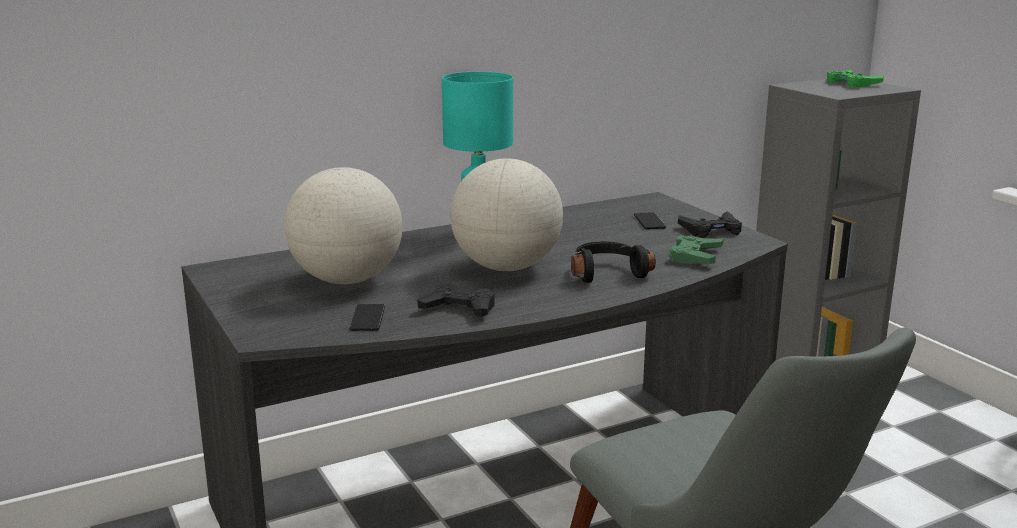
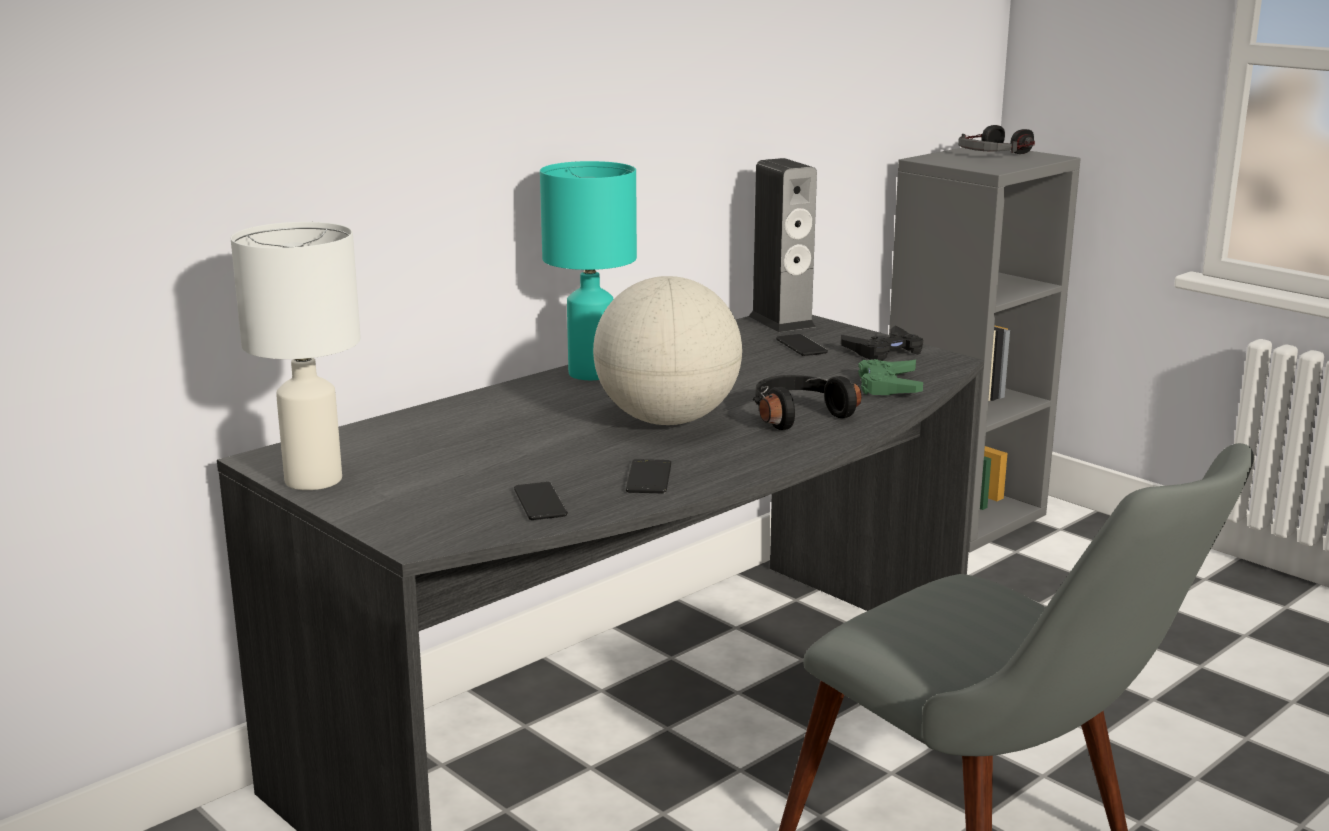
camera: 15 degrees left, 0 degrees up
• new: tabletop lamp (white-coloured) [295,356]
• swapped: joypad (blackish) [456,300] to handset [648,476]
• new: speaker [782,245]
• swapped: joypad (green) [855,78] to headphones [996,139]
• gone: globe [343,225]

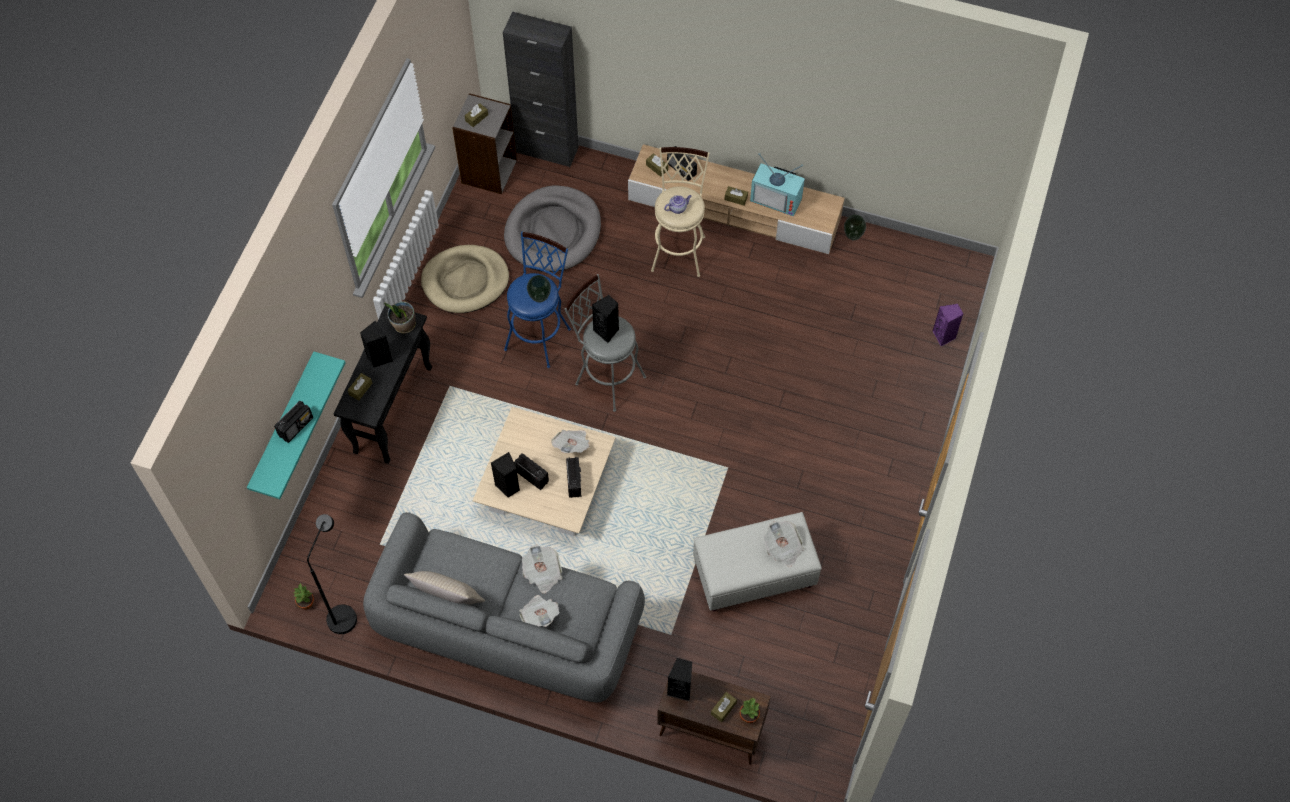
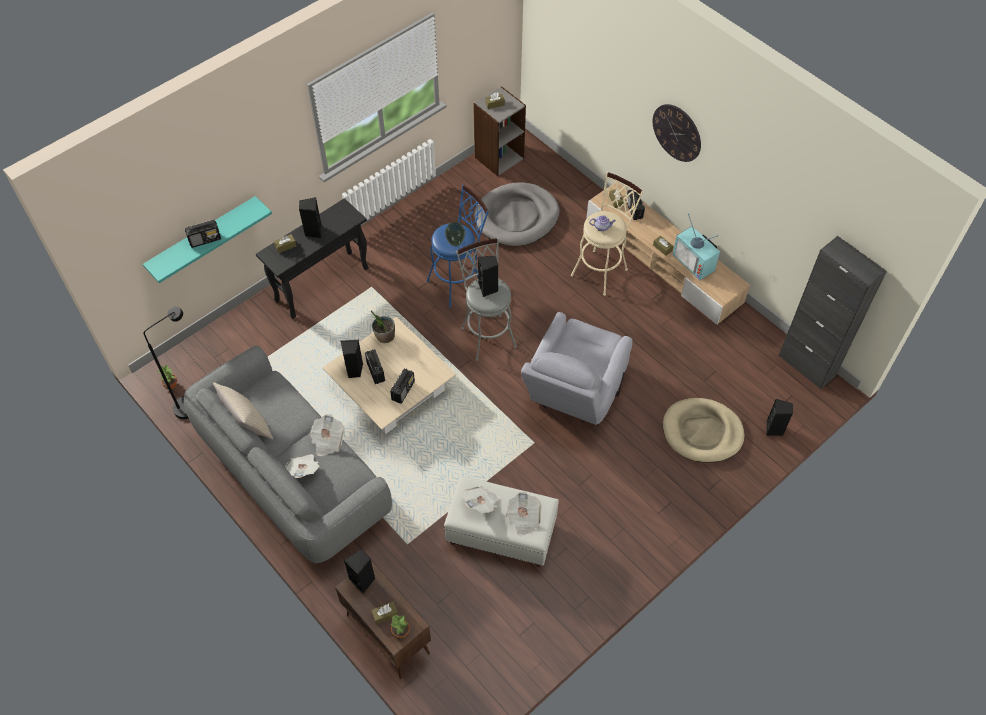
camera: 30 degrees right, 5 degrees down
• shifted: houseplant [400,317] to [383,327]
• shifted: daily paper [570,441] to [481,499]
• new: lounge chair (grey) [576,368]
• new: hanging clock [677,133]
• shifted: pet bed (beige-coloured) [465,279] to [703,430]
• repainted: speaker (purple-coloured) [948,325] to speaker (blackish) [779,417]
• shifted: cabinet (blackish) [541,89] to [833,313]
• gone: vase [855,227]

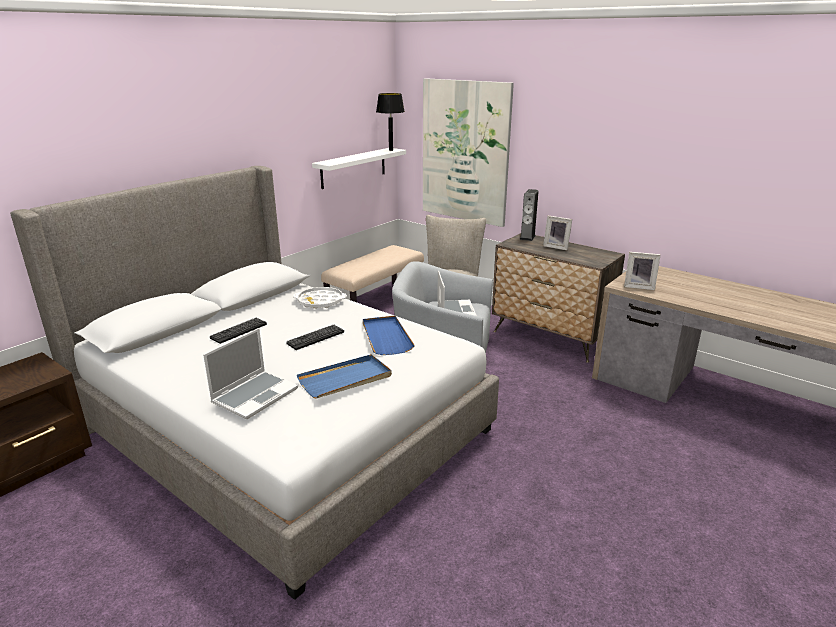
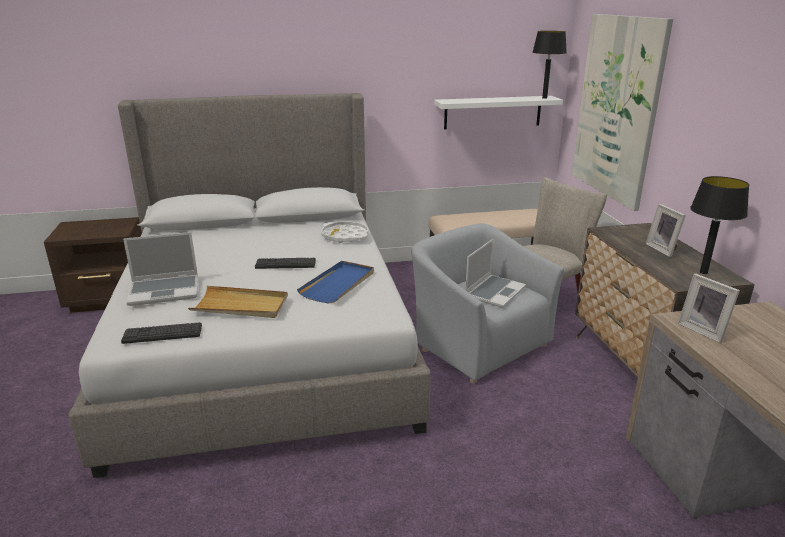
camera: 40 degrees right, 0 degrees up
• shifted: keyboard [238,331] to [161,333]
• repainted: serving tray (bluish) [344,376] to serving tray (beige-coloured) [238,302]
• new: tabletop lamp (blackish) [719,225]
• gone: speaker [529,215]

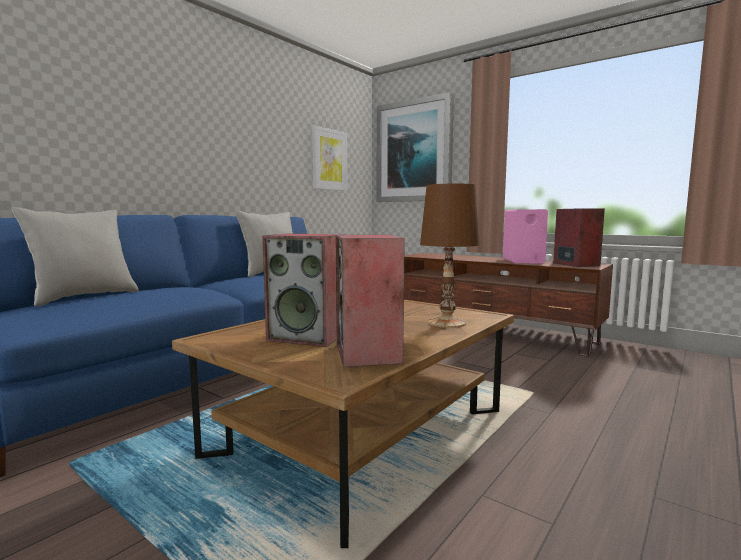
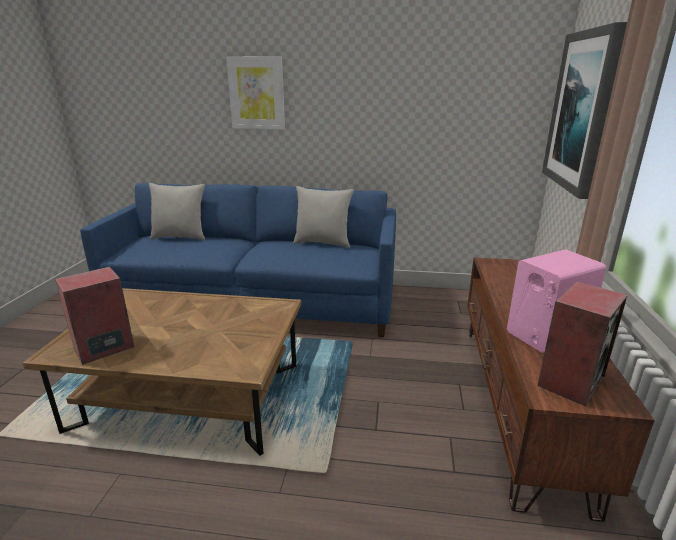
camera: 60 degrees right, 15 degrees up
• shifted: wall art [329,158] to [255,92]
• gone: speaker [303,290]
• gone: tabletop lamp (brownish) [449,256]

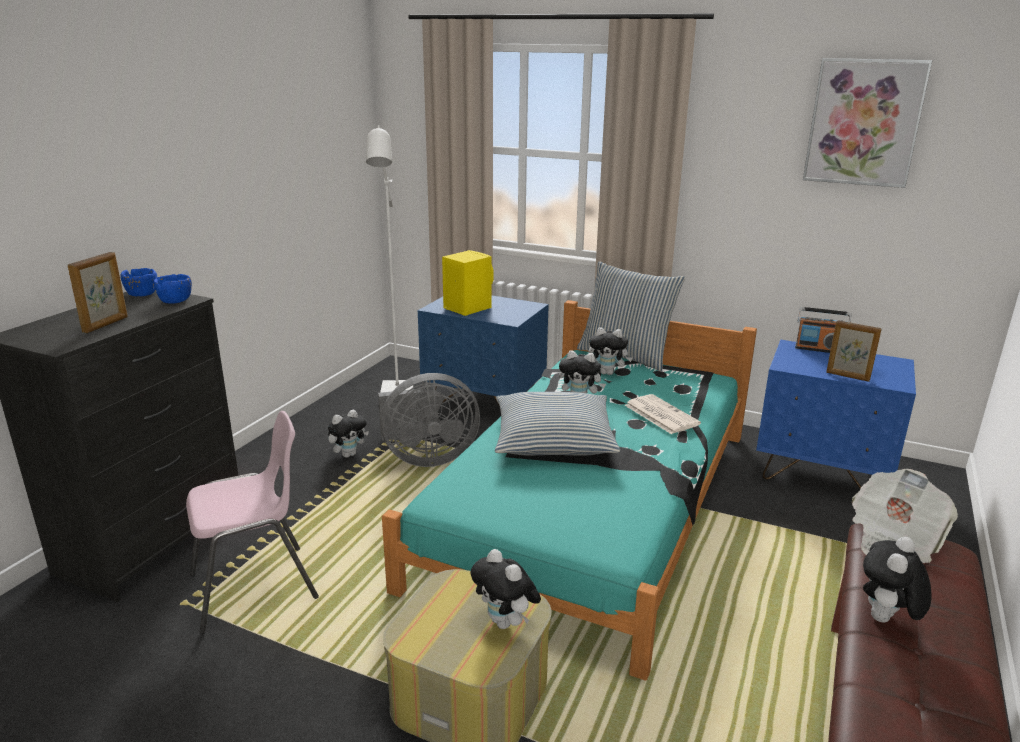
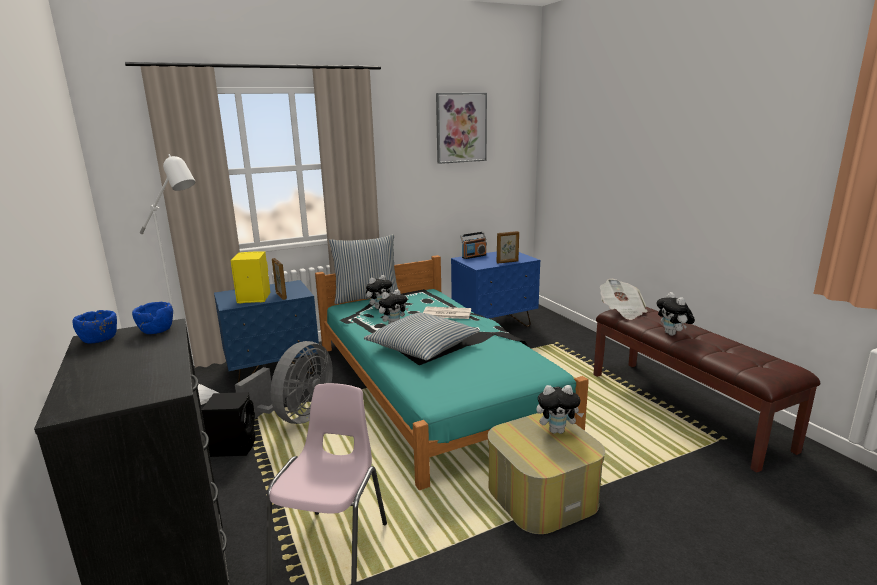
camera: 50 degrees left, 5 degrees down
• swapped: cuddly toy [348,434] to speaker (blackish) [228,424]
• shifted: standing frame [98,292] to [279,279]

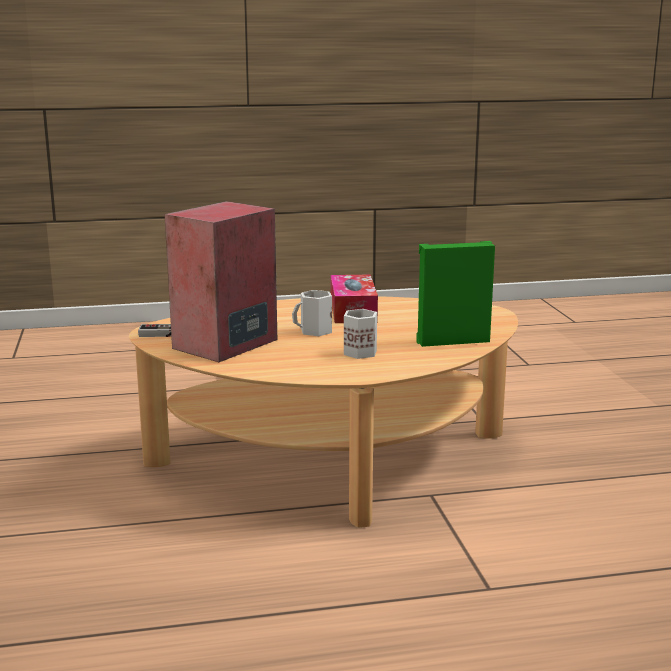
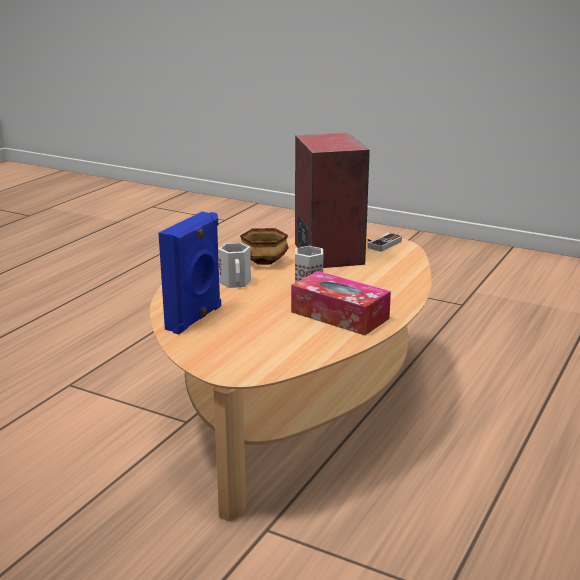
camera: 130 degrees right, 5 degrees up
• repainted: speaker (green) [455,294] to speaker (bluish) [190,273]
• new: deep dish [264,246]

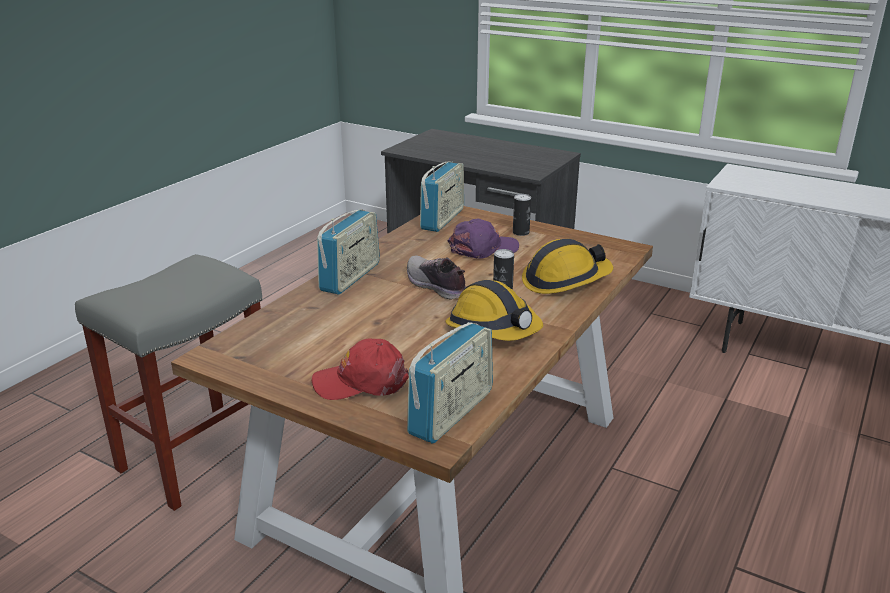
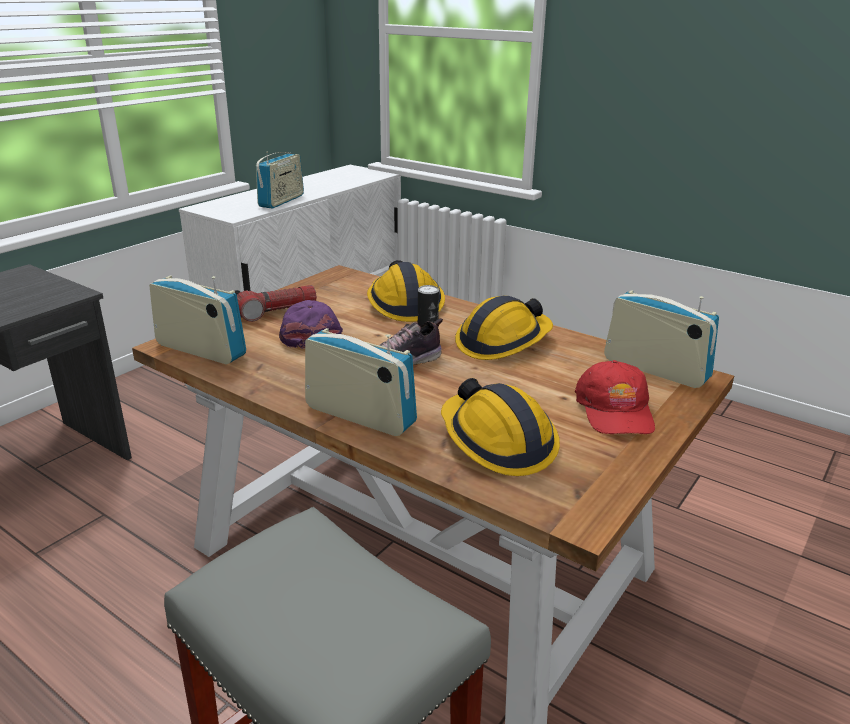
camera: 85 degrees left, 0 degrees up
• swapped: metal can [522,215] to flashlight [276,303]
• new: radio receiver [280,180]
• new: work helmet [500,427]

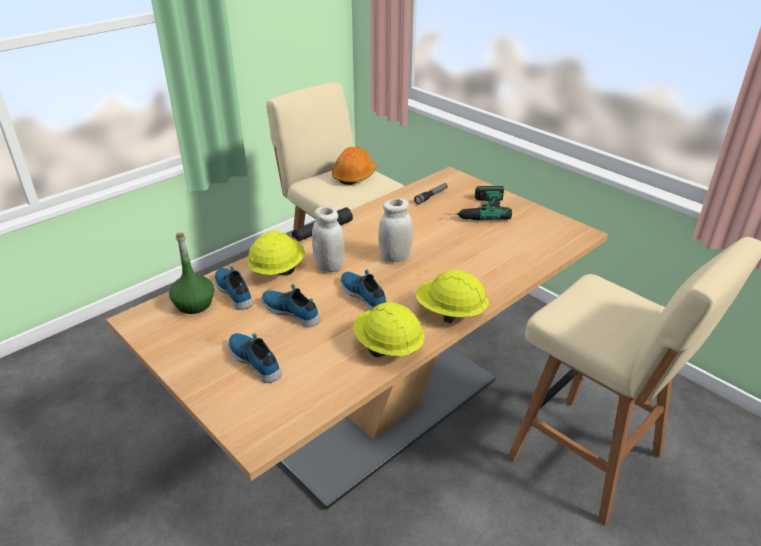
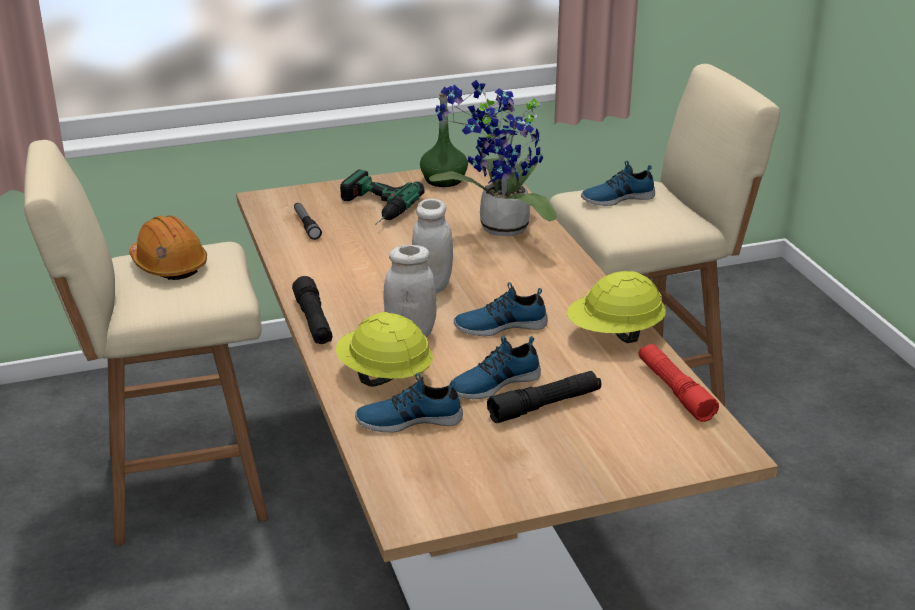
camera: 65 degrees left, 5 degrees down
• shifted: beverage bottle (green) [191,273] to [444,140]
• new: houseplant [493,158]
• new: flashlight (blackish) [544,397]
• shifted: item of footwear [255,358] to [618,183]
• new: flashlight (red-coloured) [678,383]
• gone: work helmet (yellow) [452,296]

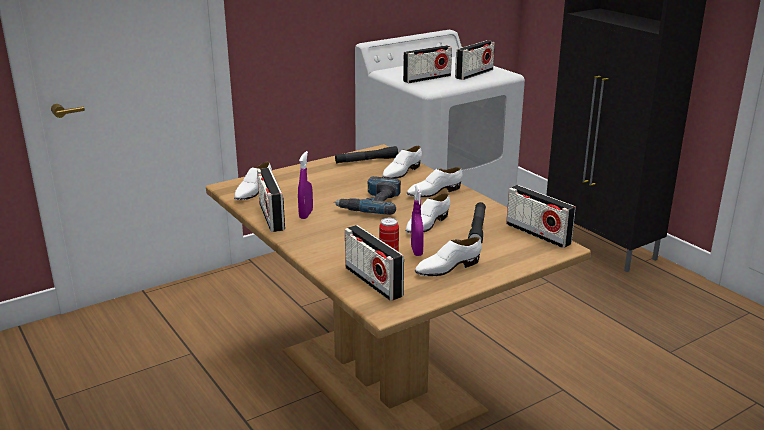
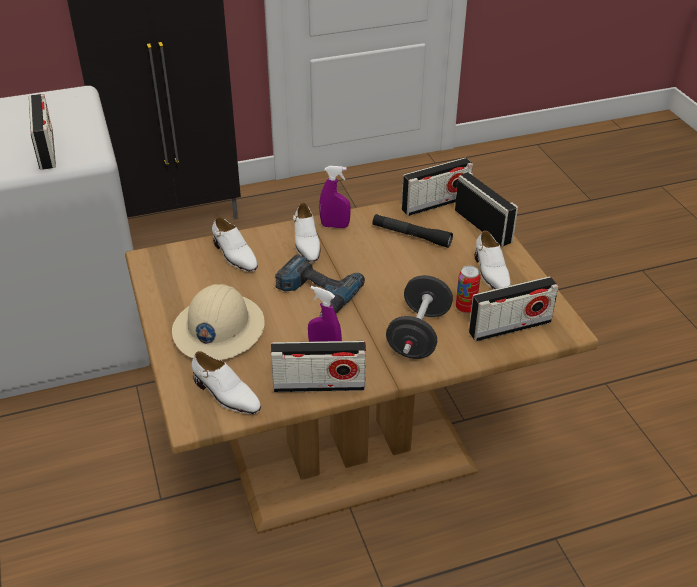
camera: 75 degrees left, 15 degrees up
• new: work helmet (beige-coloured) [218,322]
• shifted: sprayer (purple-coloured) [417,220] to [335,197]
• new: free weight (blackish) [419,317]
• shifted: radio receiver [475,60] to [486,209]
• gone: flashlight (blackish) [366,154]
• gone: item of footwear (white-coloured) [427,213]

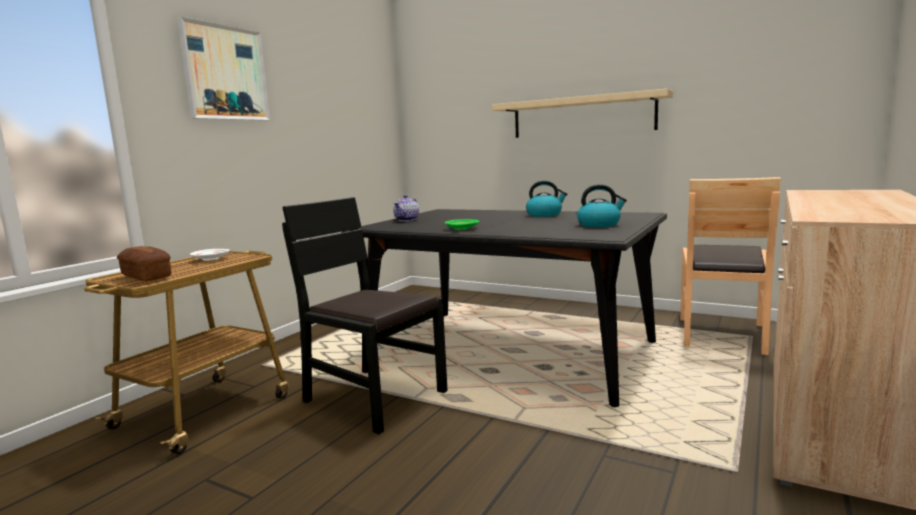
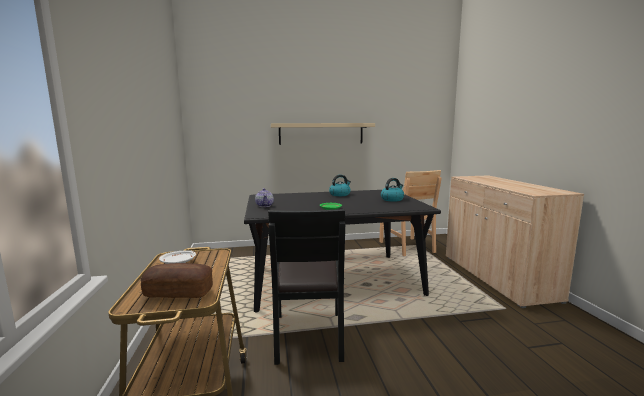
camera: 40 degrees left, 0 degrees up
• rotated: upright chair (blackish) [365,315] = [306,287] 90 degrees counterclockwise
• gone: wall art [223,69]

